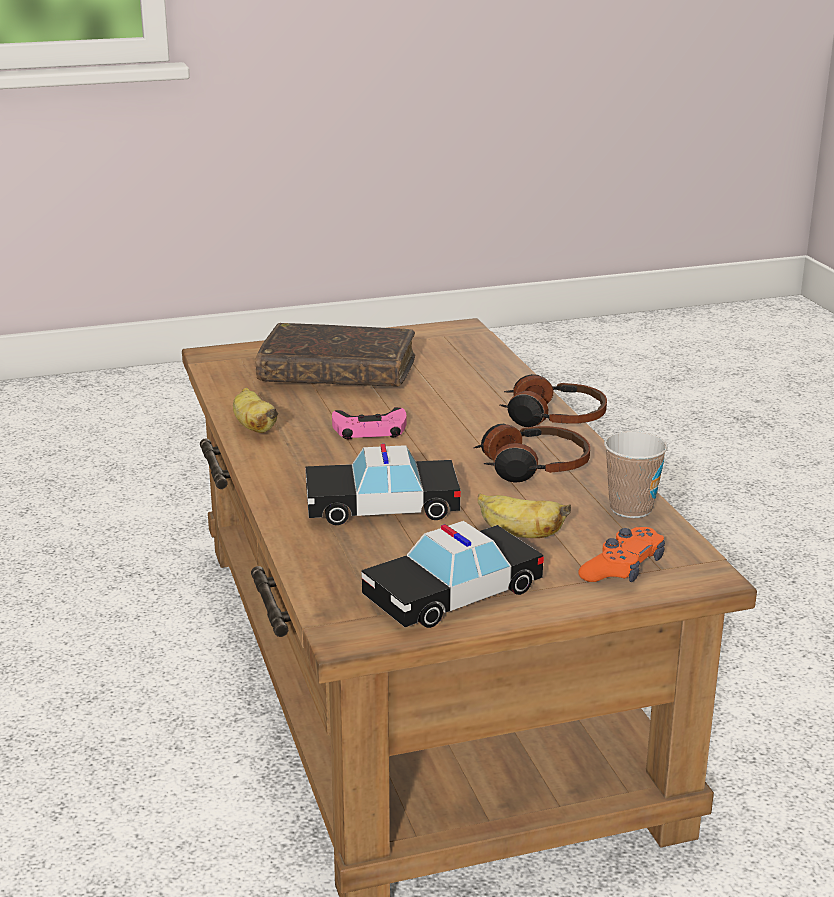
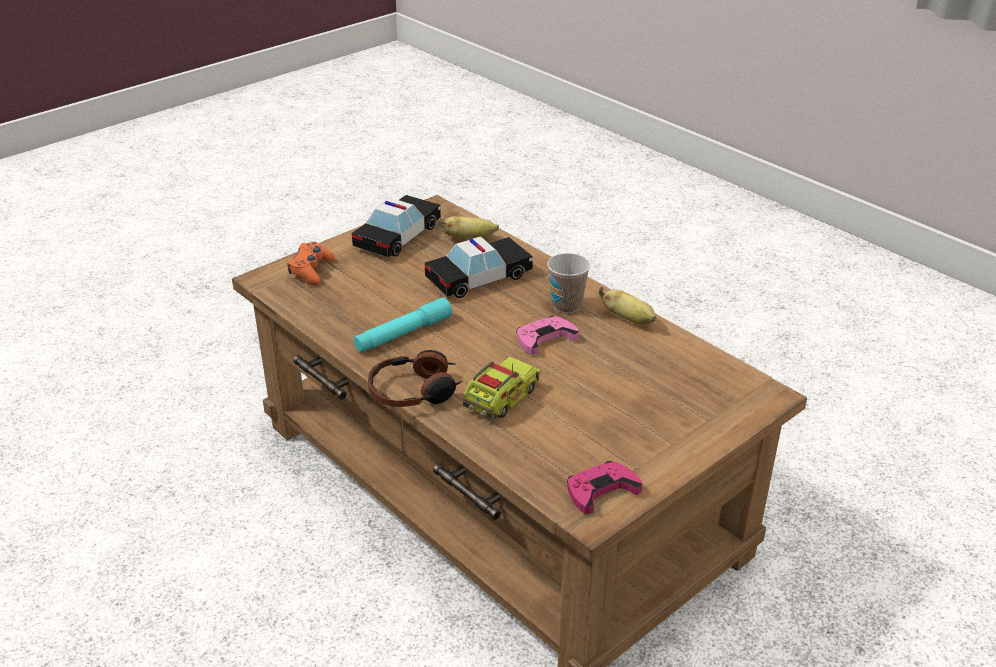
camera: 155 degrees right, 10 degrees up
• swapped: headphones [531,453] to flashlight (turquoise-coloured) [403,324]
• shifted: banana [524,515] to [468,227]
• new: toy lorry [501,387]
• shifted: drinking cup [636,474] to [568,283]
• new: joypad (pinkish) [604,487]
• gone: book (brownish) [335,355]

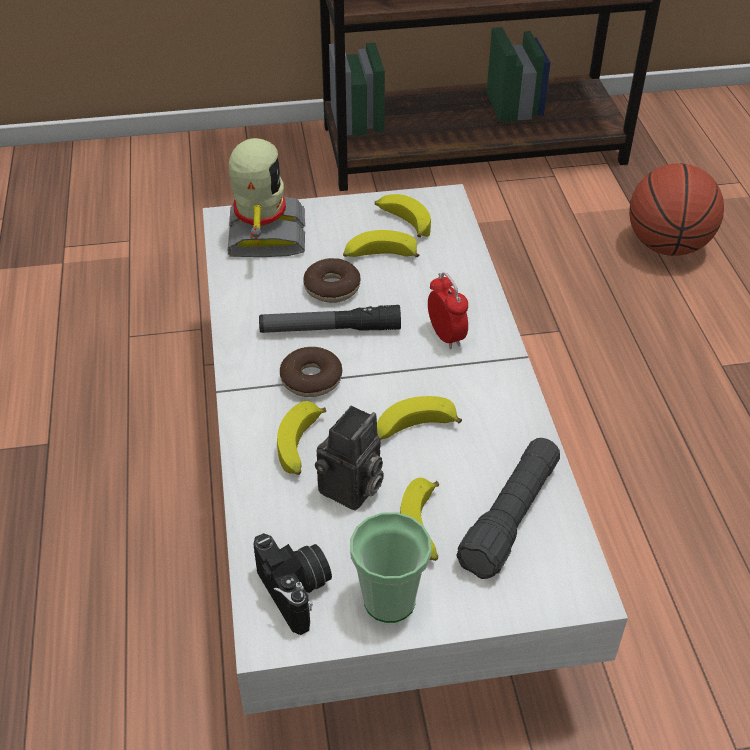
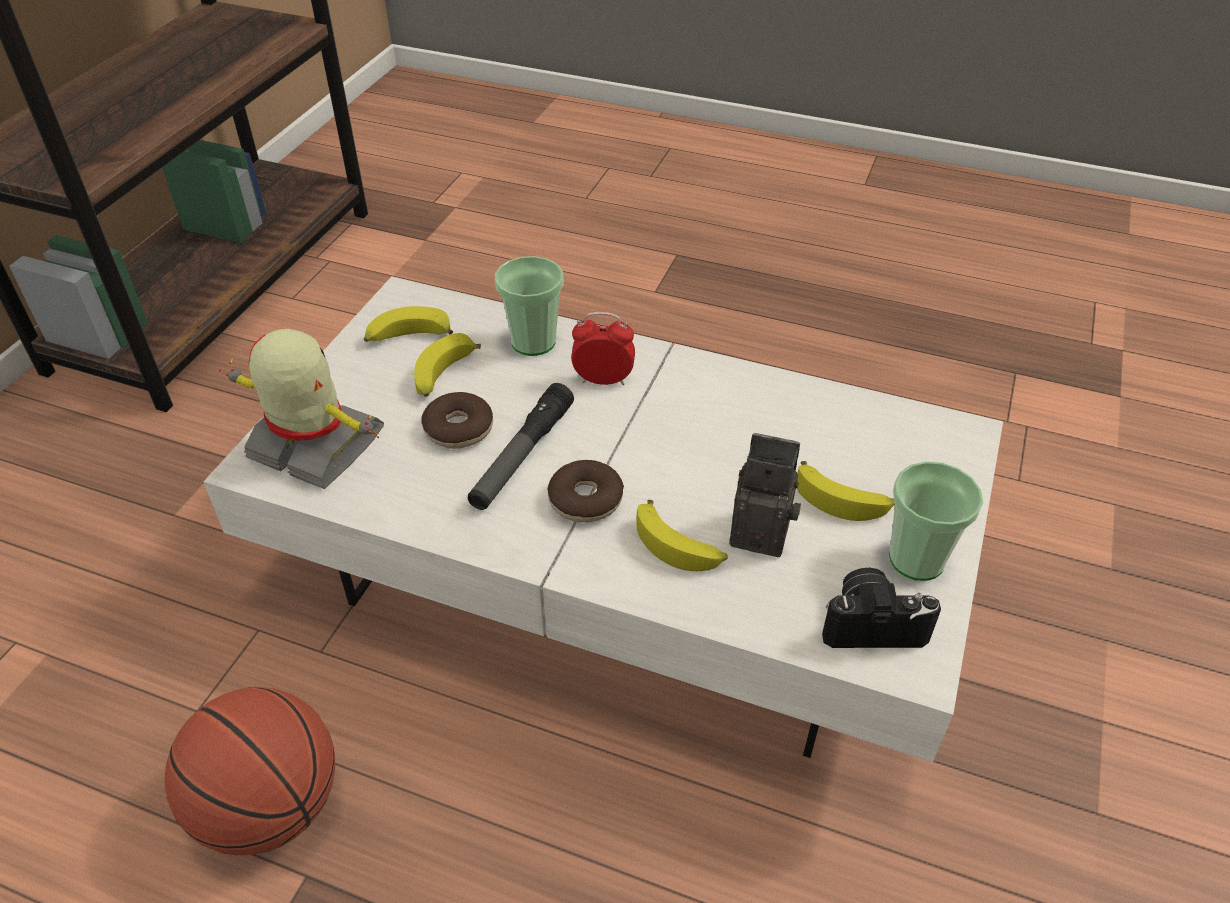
camera: 60 degrees left, 0 degrees up
• shifted: basketball ball [676,209] to [250,771]
• new: drinking cup [529,306]
• rotated: photo camera [349,458] = [765,495] 45 degrees counterclockwise
• gone: banana [419,418]
• gone: flashlight (blackish) [508,508]

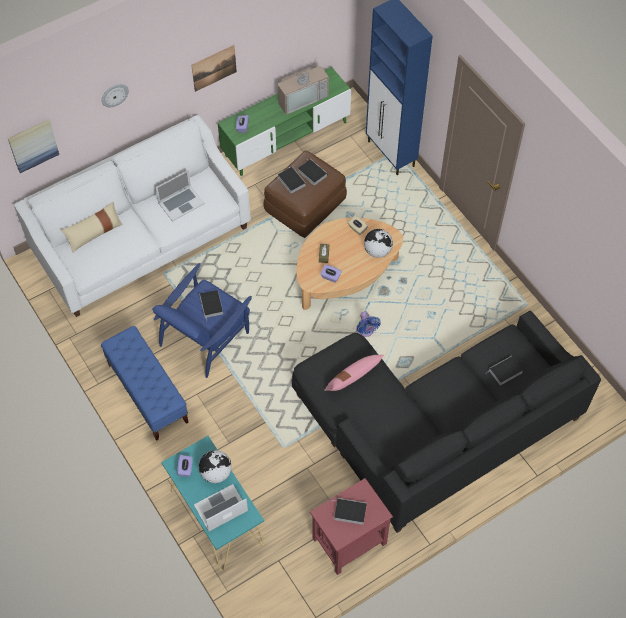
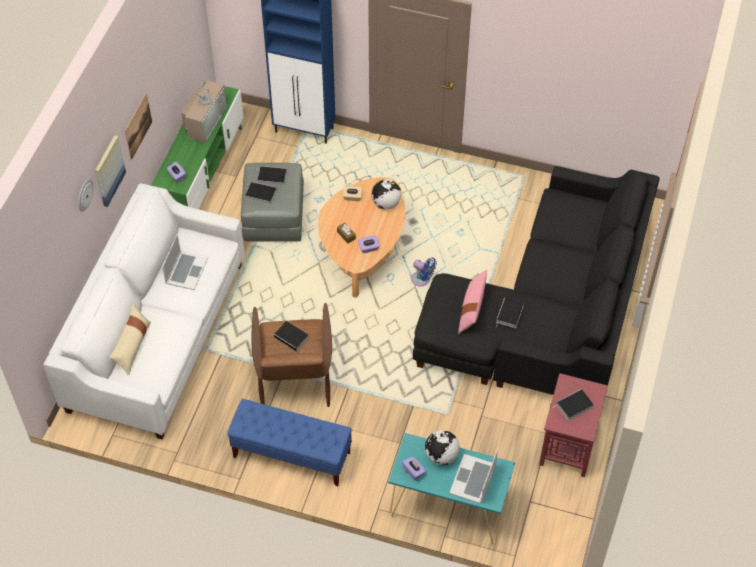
camera: 40 degrees left, 5 degrees down
• shifted: wall art [33,146] to [110,171]
• repainted: ottoman (brownish) [305,194] to ottoman (grey) [272,202]
• repainted: lounge chair (bluish) [202,320] to lounge chair (brownish) [292,355]
• shifted: book [504,370] to [510,313]

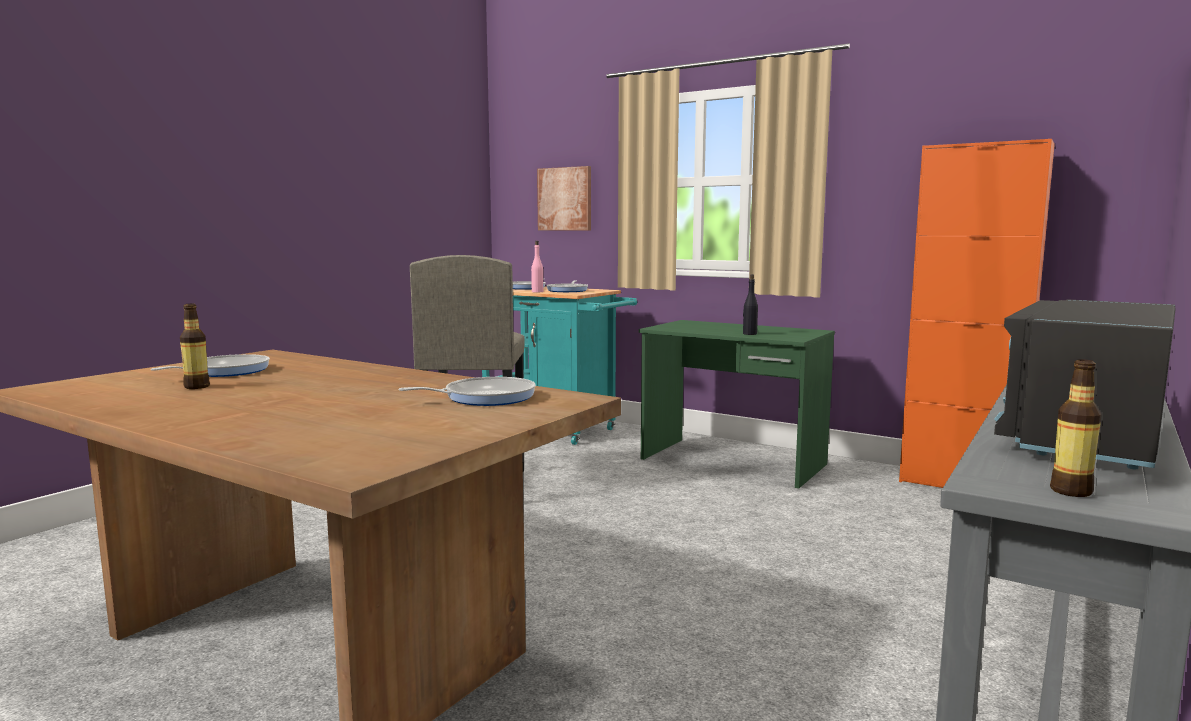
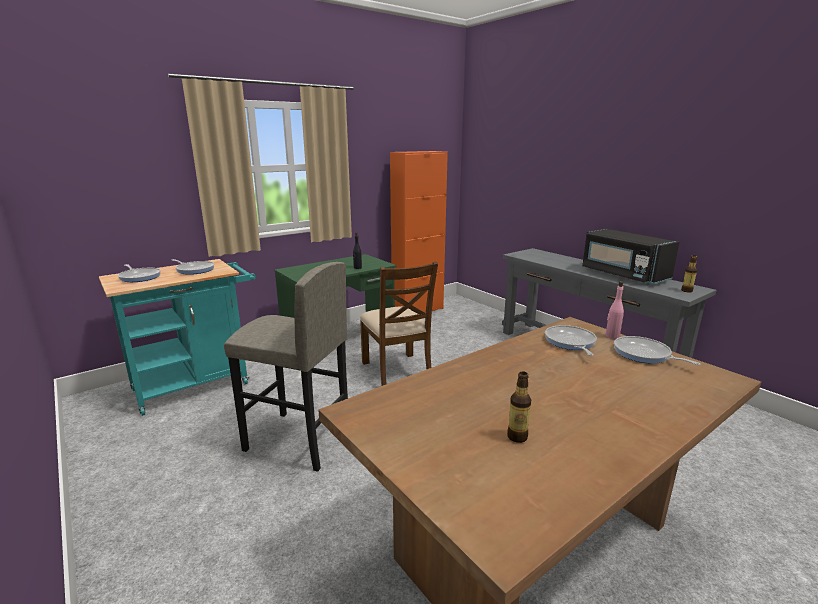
camera: 70 degrees left, 10 degrees up
• new: upright chair (brownish) [399,324]
• shifted: beverage bottle (pinkish) [537,266] to [614,310]
• shifted: pan [210,365] to [657,350]
• gone: wall art [564,198]

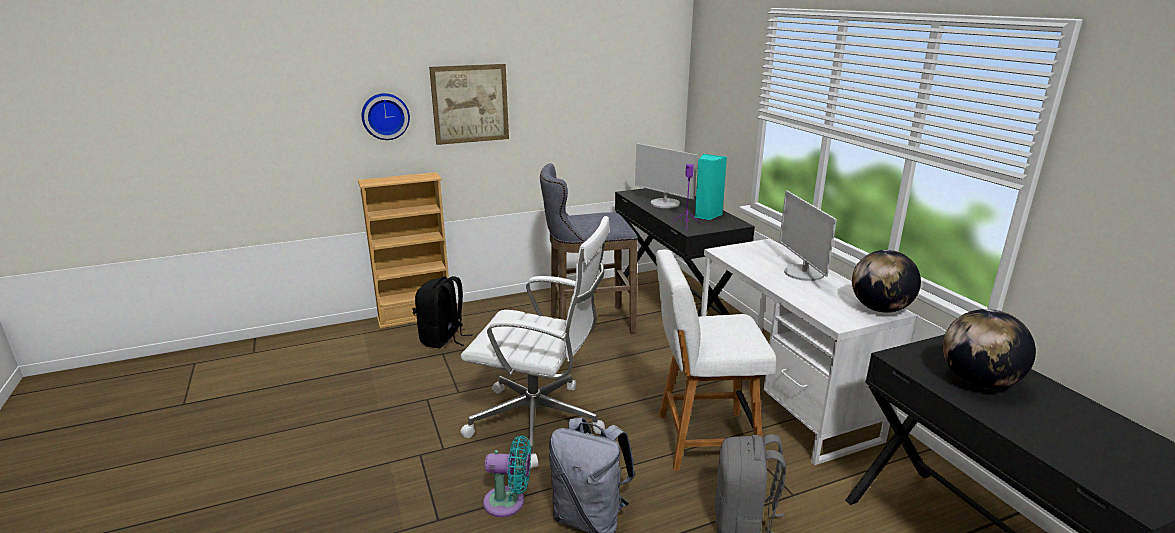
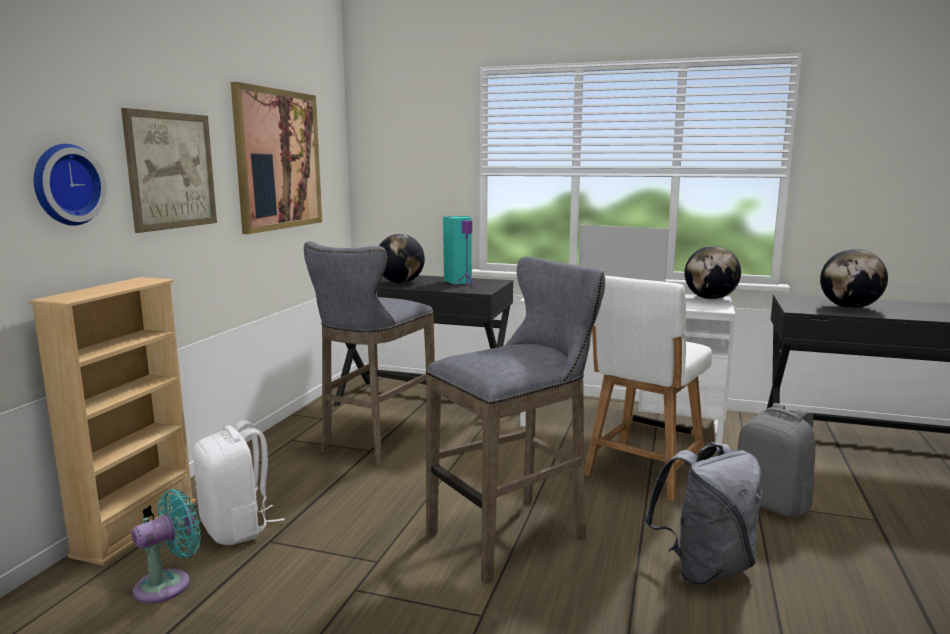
camera: 50 degrees left, 10 degrees down
• shifted: fan (turquoise-coloured) [507,476] to [166,546]
• repainted: backpack (blackish) [444,312] to backpack (white-coloured) [239,482]
• new: wall art [276,158]
• swapped: monitor [666,175] to globe [402,258]
• swapped: desk chair (white-coloured) [535,342] to stool (grey) [515,420]

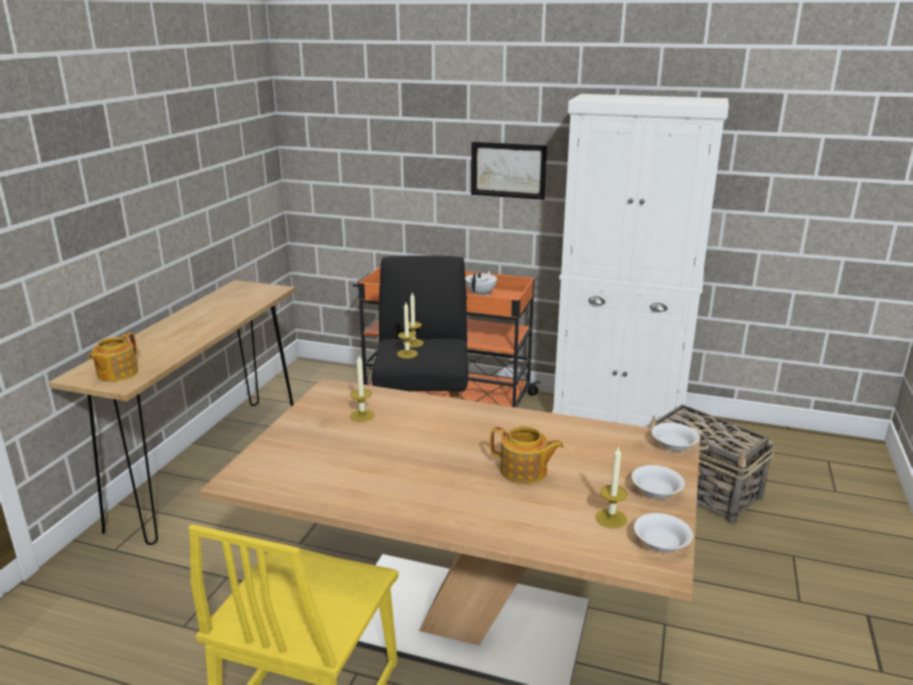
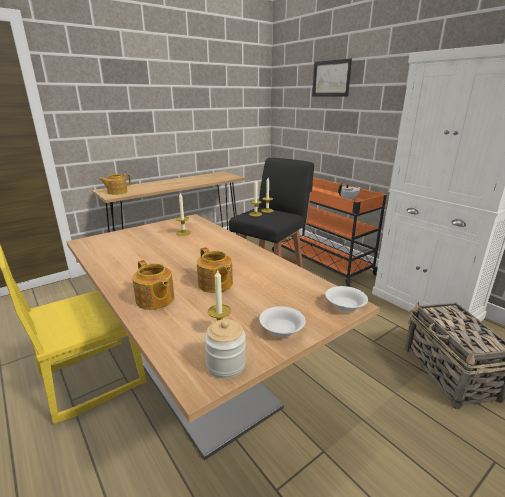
camera: 35 degrees right, 0 degrees up
• new: tea pot [153,285]
• swapped: deep dish (white-coloured) [663,533] to jar [225,349]
• shifted: wall art [509,171] to [332,77]

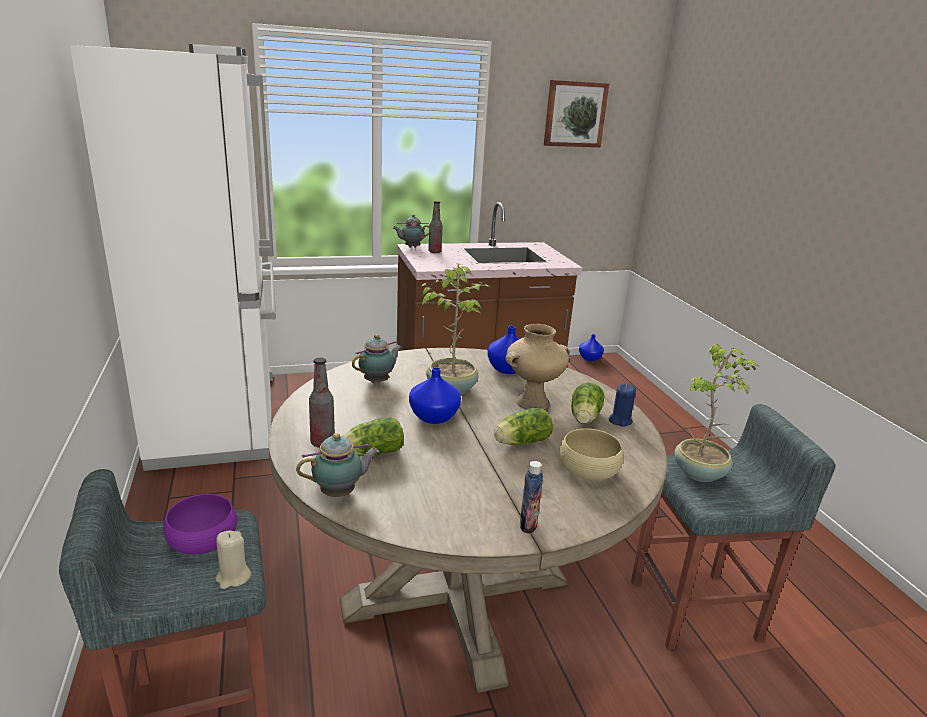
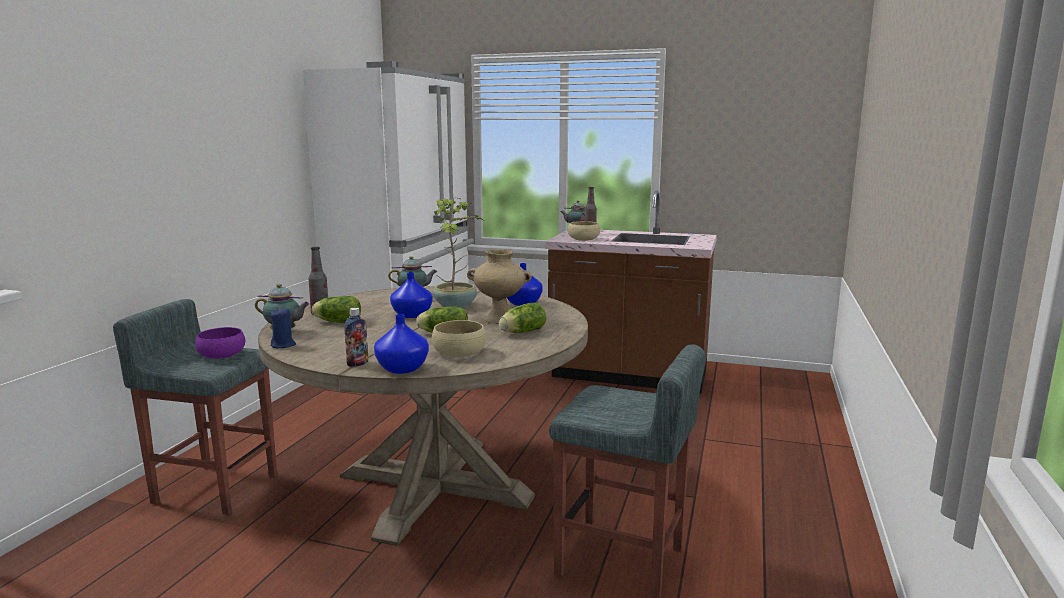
camera: 35 degrees right, 10 degrees down
• shifted: wax candle (bluish) [622,405] to [283,328]
• shifted: vase (bluish) [591,347] to [401,344]
• new: deep dish (beige-coloured) [584,231]
• gone: wax candle (beige-coloured) [233,560]
• gone: wall art [576,113]
• gone: houseplant [717,413]

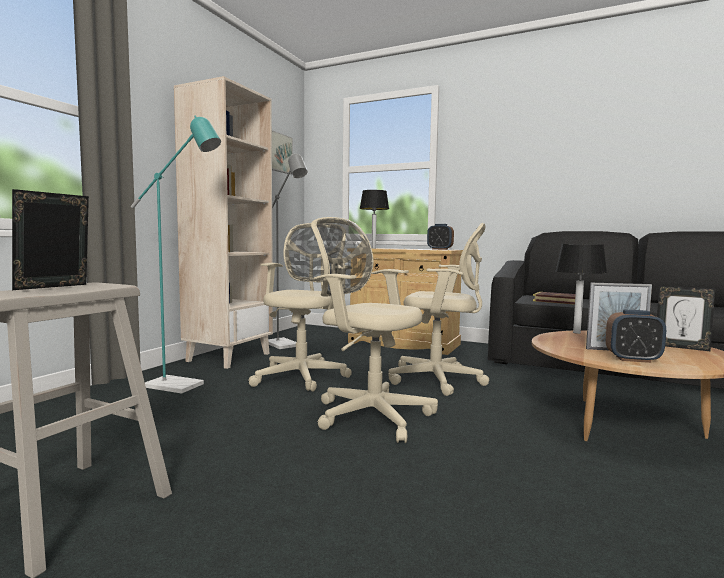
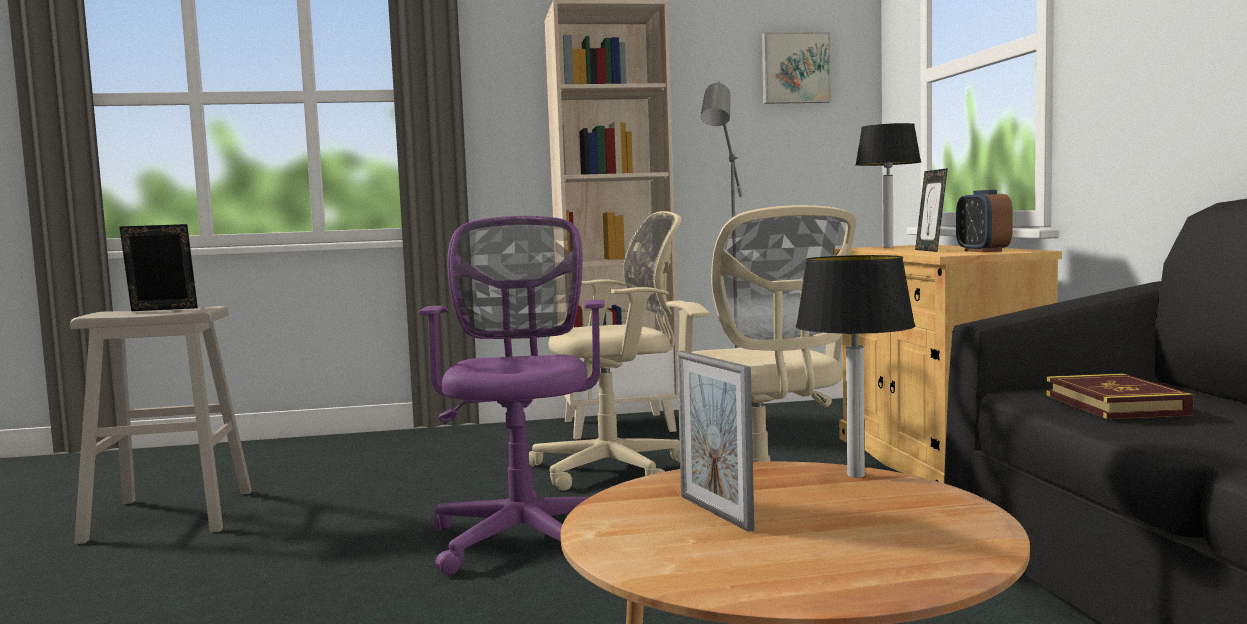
camera: 55 degrees right, 0 degrees up
• repainted: desk chair (beige-coloured) [374,330] to desk chair (purple-coloured) [511,395]
• shifted: standing frame [686,318] to [931,210]
• gone: standard lamp (turquoise-coloured) [176,255]
• gone: bedside clock [636,336]

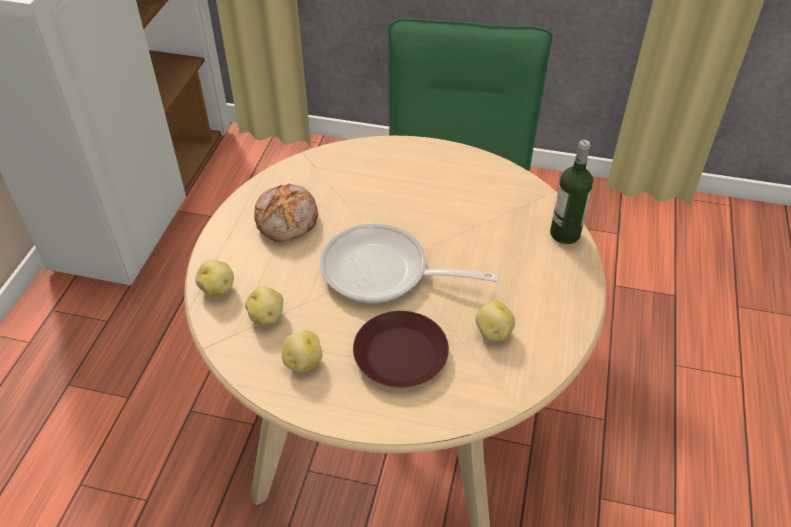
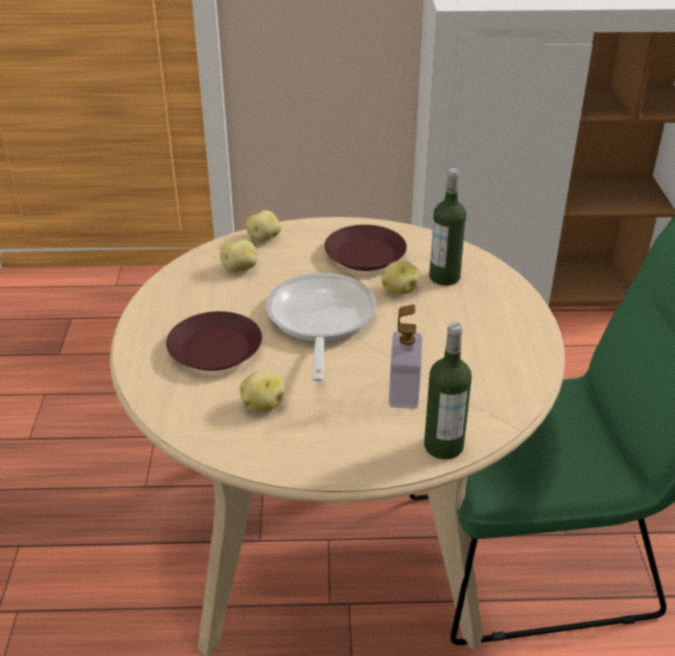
camera: 75 degrees right, 10 degrees down
• swapped: bread [286,213] to dinner plate (brownish) [365,248]
• shifted: potato [302,351] to [400,277]
• new: soap dispenser [405,357]
• new: beverage bottle [447,227]

